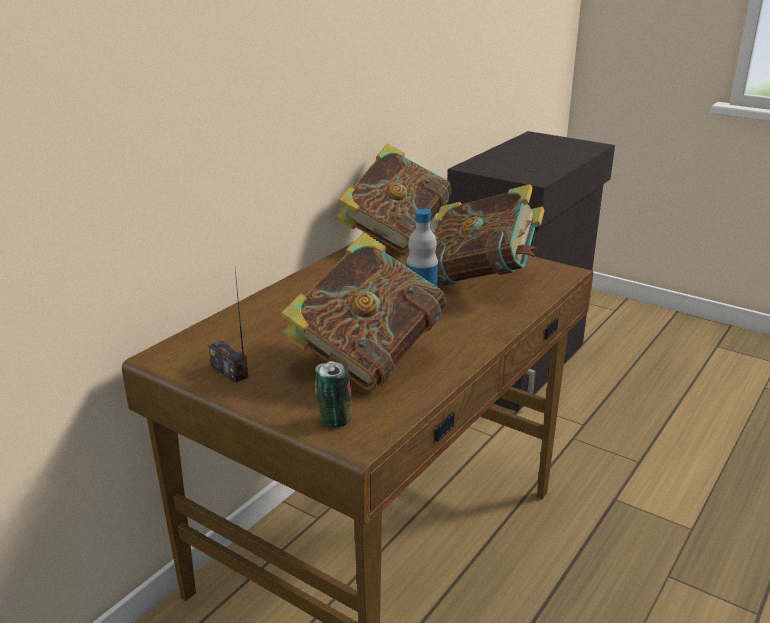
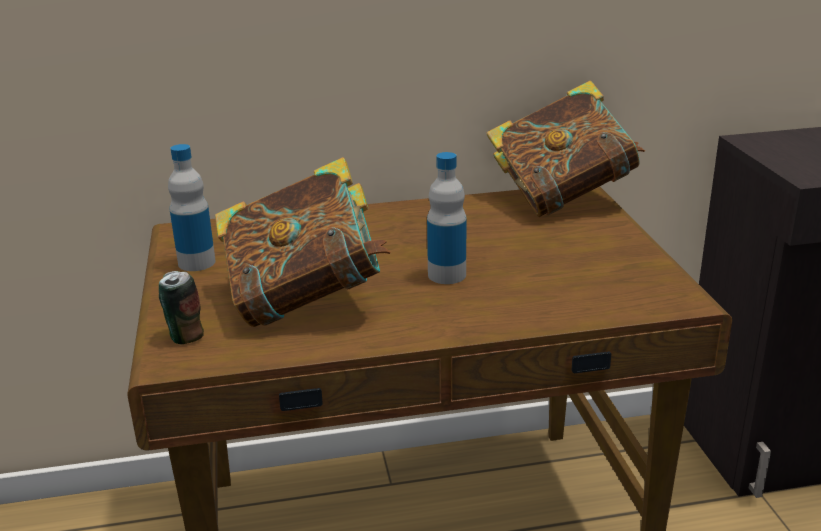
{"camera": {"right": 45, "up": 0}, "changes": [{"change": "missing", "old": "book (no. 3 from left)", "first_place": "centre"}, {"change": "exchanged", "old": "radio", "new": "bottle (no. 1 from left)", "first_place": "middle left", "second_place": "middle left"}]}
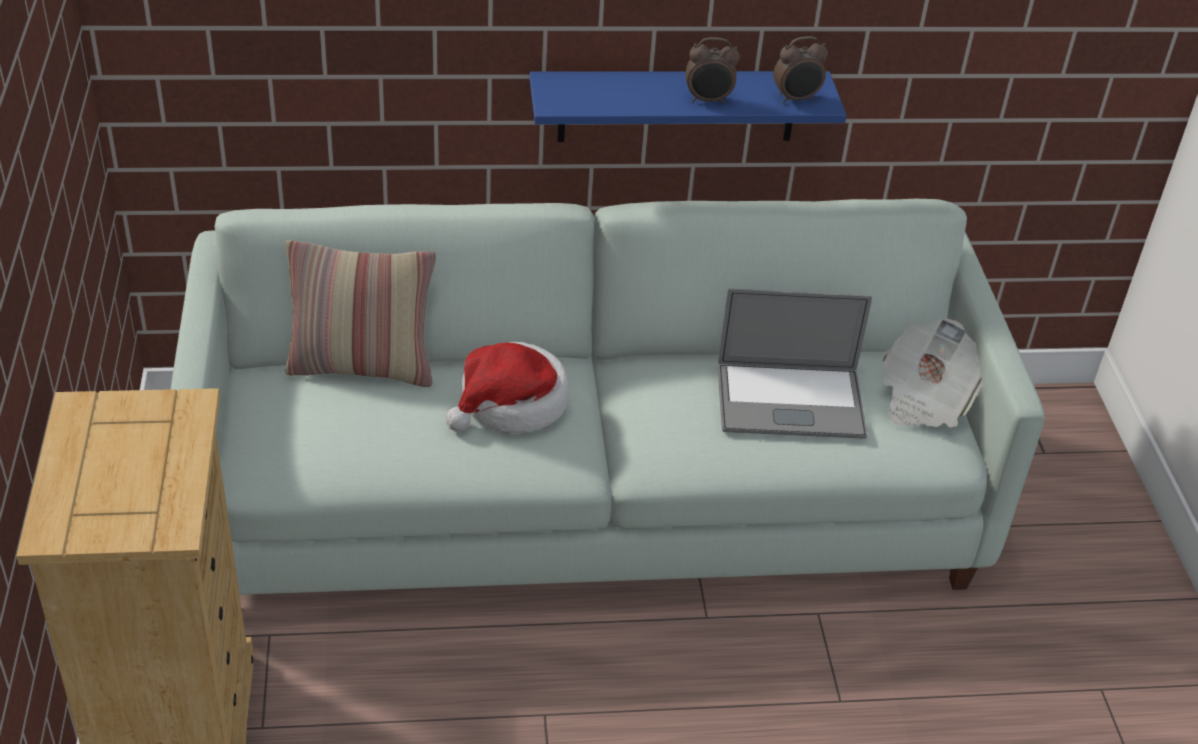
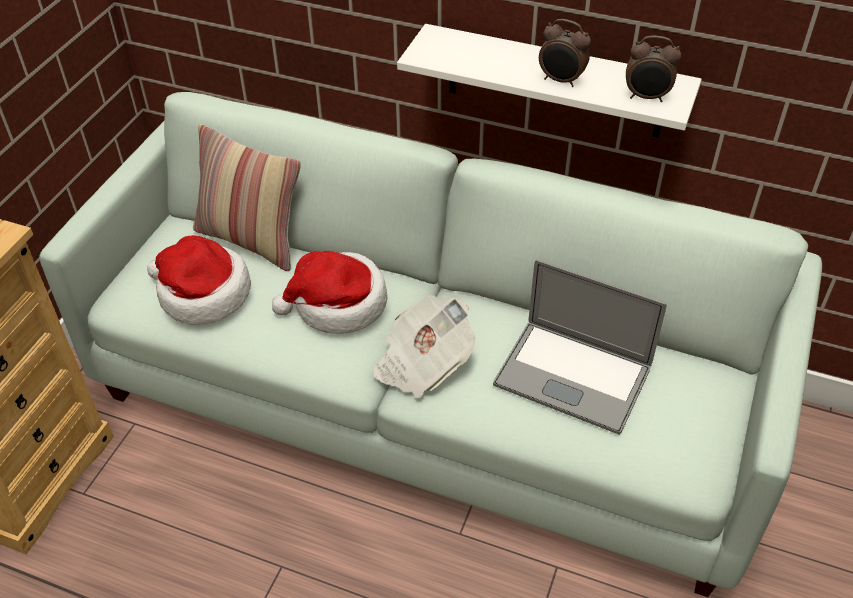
{"camera": {"right": 30, "up": 5}, "changes": [{"change": "colour", "old": "blue shelf", "new": "white shelf", "first_place": "top centre", "second_place": "top centre"}, {"change": "relocated", "old": "newspaper", "first_place": "middle right", "second_place": "centre"}, {"change": "appeared", "new": "hat (no. 1 from left)", "second_place": "middle left"}]}
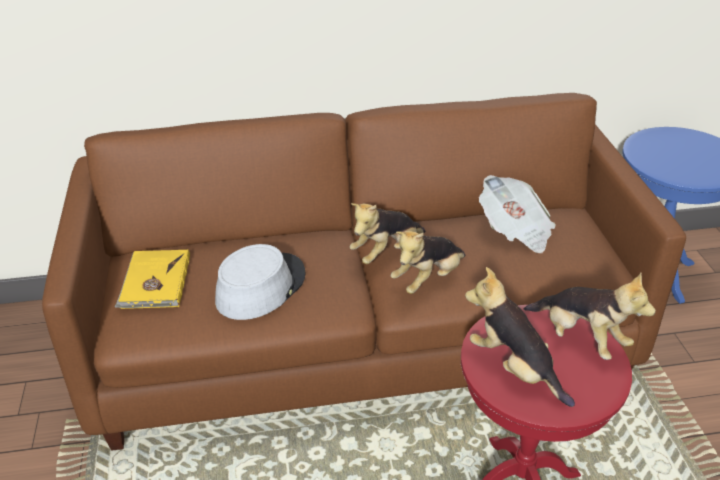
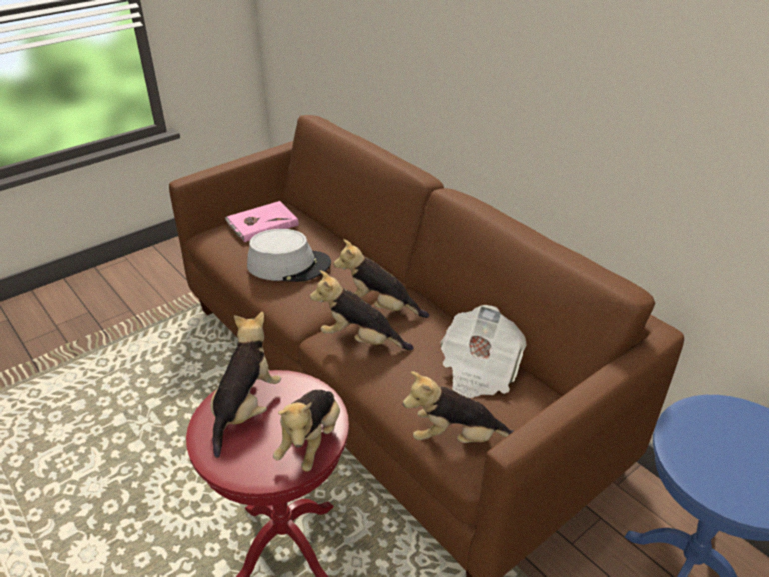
{"camera": {"right": 60, "up": 0}, "changes": [{"change": "colour", "old": "yellow book", "new": "pink book", "first_place": "middle left", "second_place": "centre"}, {"change": "appeared", "new": "plush toy (no. 5 from left)", "second_place": "bottom centre"}]}
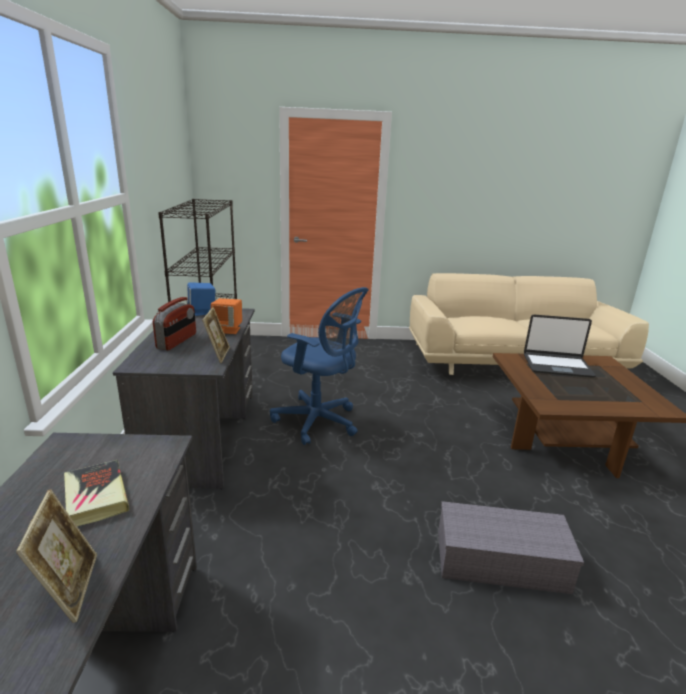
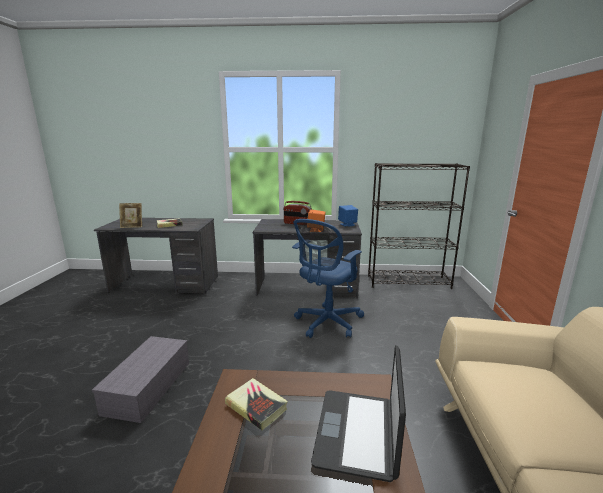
{"camera": {"right": 95, "up": -5}, "changes": [{"change": "missing", "old": "picture frame (no. 2 from left)", "first_place": "middle left"}, {"change": "appeared", "new": "book (no. 2 from left)", "second_place": "bottom centre"}]}
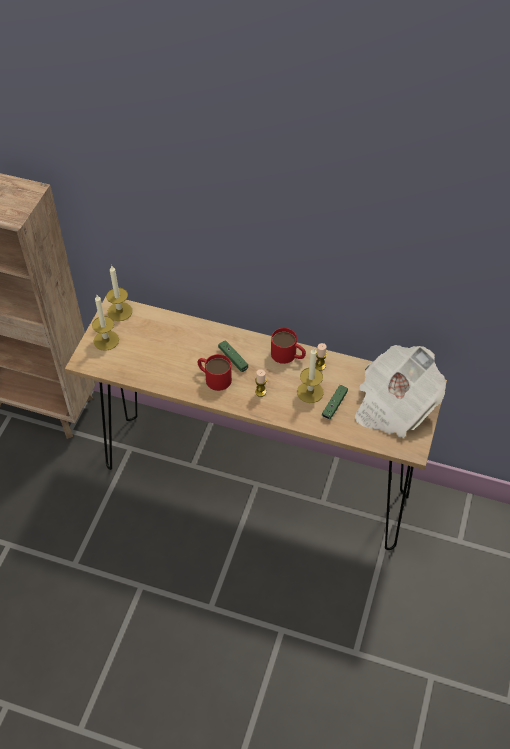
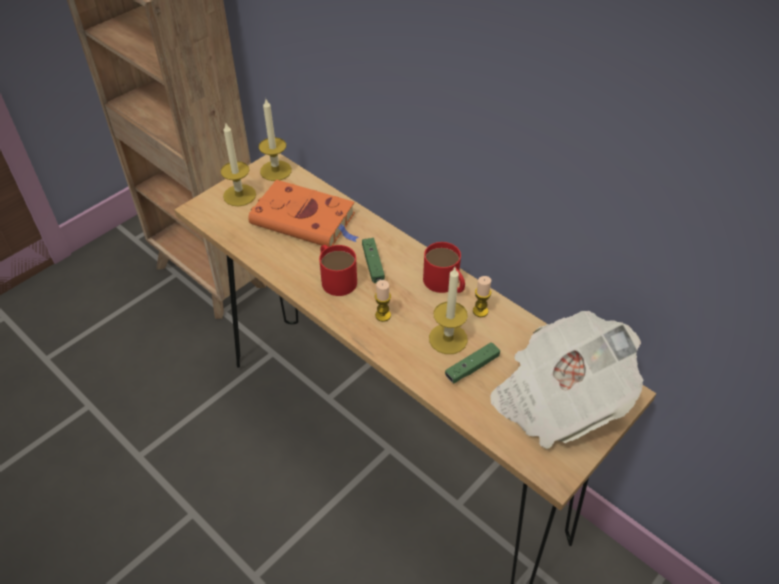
{"camera": {"right": 25, "up": -5}, "changes": [{"change": "appeared", "new": "orange book", "second_place": "centre"}]}
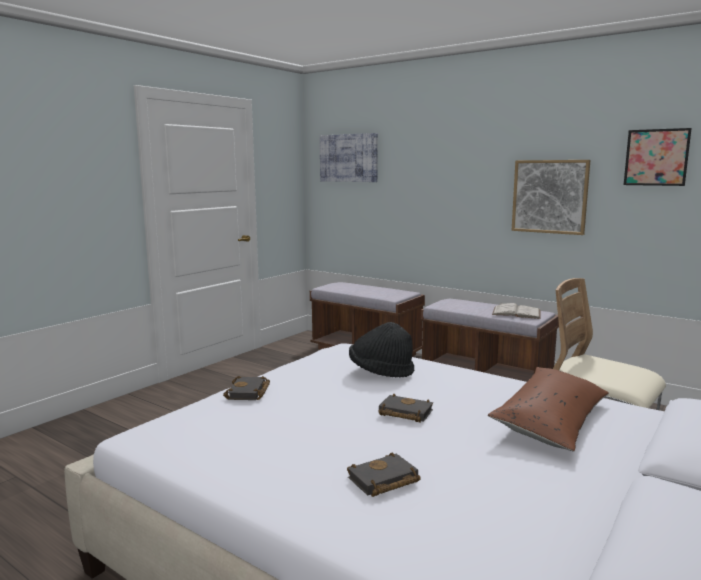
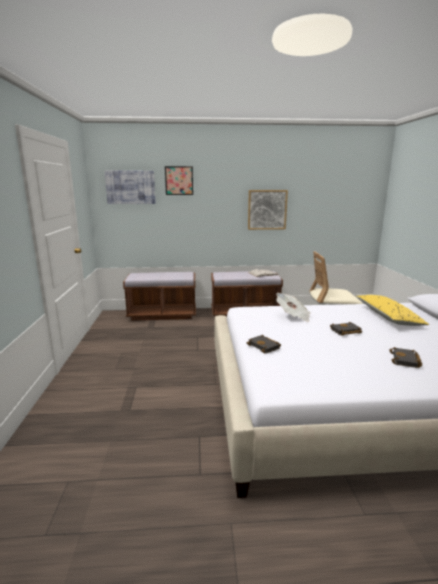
{"camera": {"right": -40, "up": 5}, "changes": [{"change": "relocated", "old": "picture (no. 3 from left in the first image)", "new": "picture (no. 2 from left)", "first_place": "top right", "second_place": "top centre"}, {"change": "exchanged", "old": "black hat", "new": "newspaper", "first_place": "centre", "second_place": "middle right"}, {"change": "colour", "old": "brown pillow", "new": "yellow pillow", "first_place": "bottom right", "second_place": "middle right"}]}
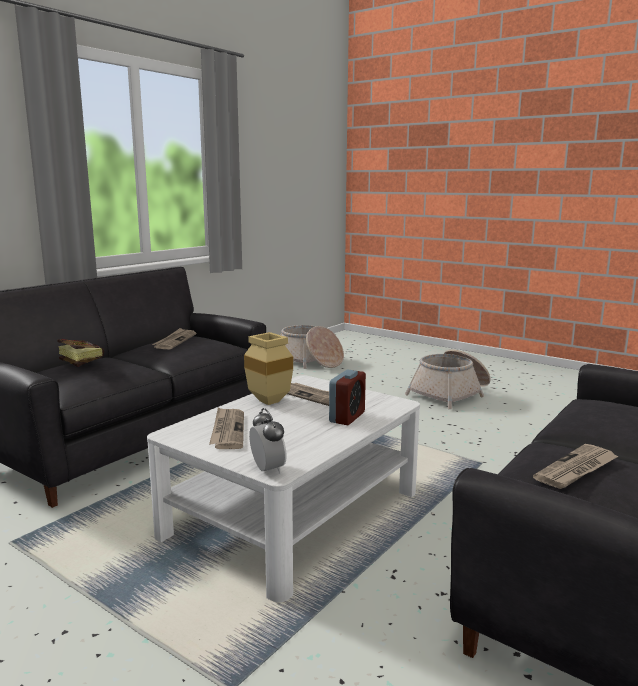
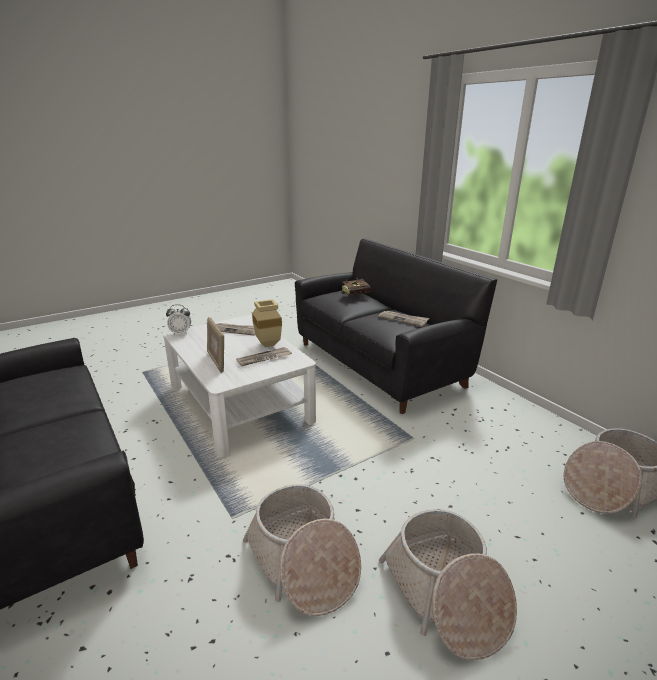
{"camera": {"right": 110, "up": 10}, "changes": [{"change": "exchanged", "old": "alarm clock (no. 2 from left)", "new": "picture frame", "first_place": "centre", "second_place": "middle left"}, {"change": "missing", "old": "newspaper (no. 4 from left)", "first_place": "bottom right"}, {"change": "appeared", "new": "basket (no. 1 from left)", "second_place": "bottom centre"}]}
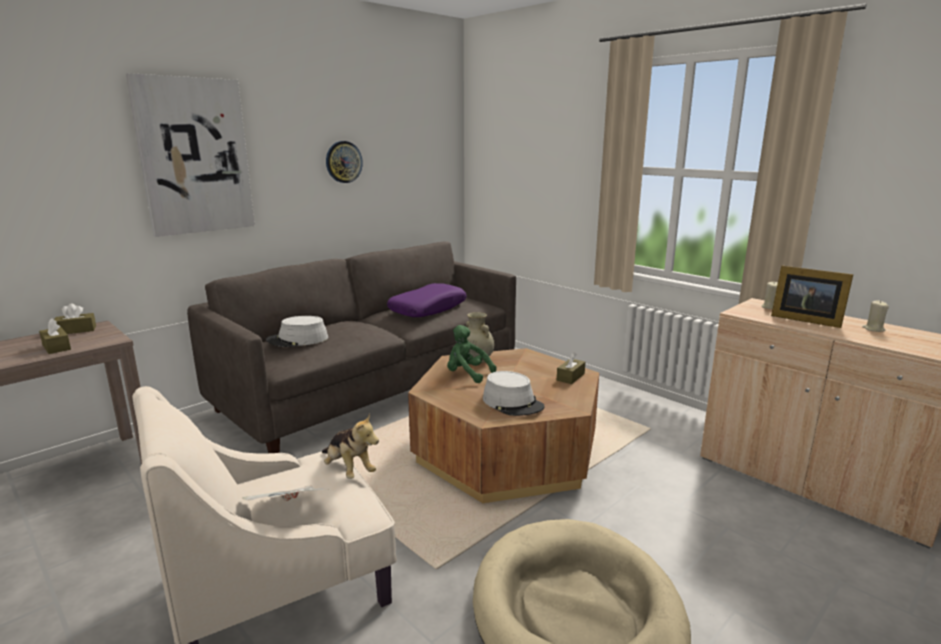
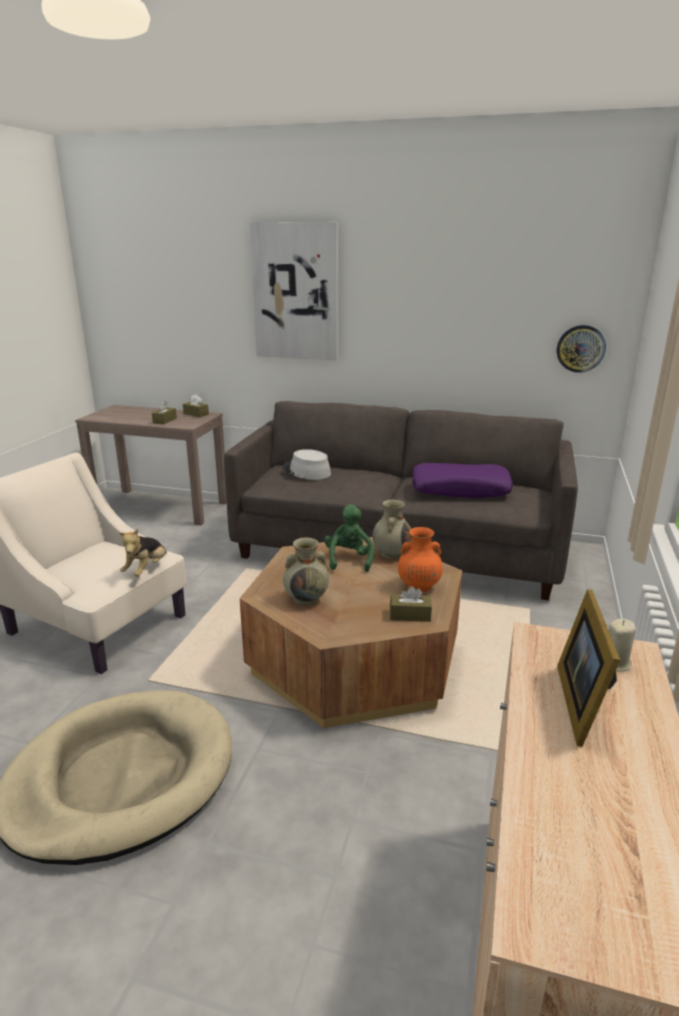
{"camera": {"right": 60, "up": 5}, "changes": [{"change": "relocated", "old": "wall clock", "first_place": "top centre", "second_place": "middle right"}, {"change": "missing", "old": "beige candle (no. 2 from left)", "first_place": "middle right"}, {"change": "exchanged", "old": "grey hat (no. 2 from left)", "new": "beige vase (no. 1 from left)", "first_place": "centre", "second_place": "centre"}, {"change": "missing", "old": "newspaper", "first_place": "bottom left"}, {"change": "appeared", "new": "orange vase", "second_place": "centre"}]}
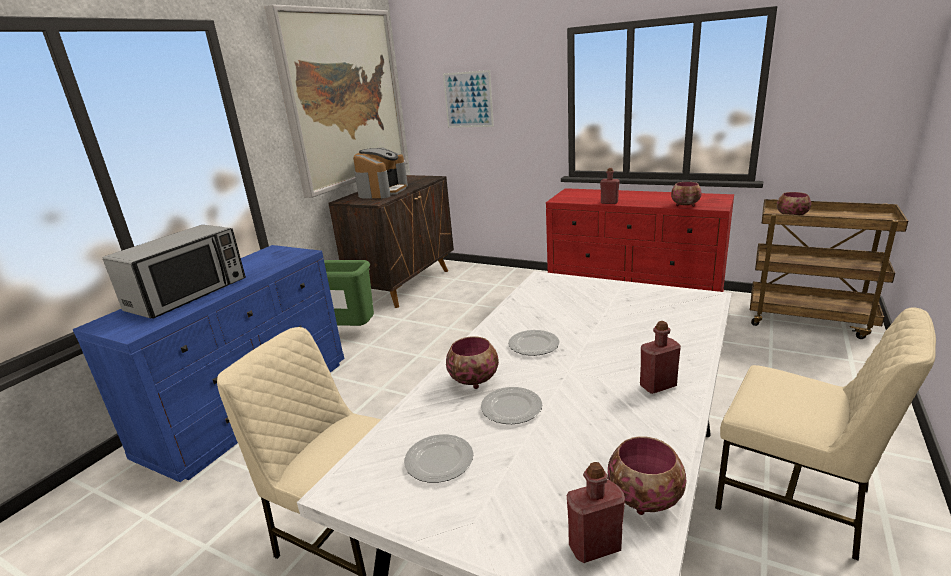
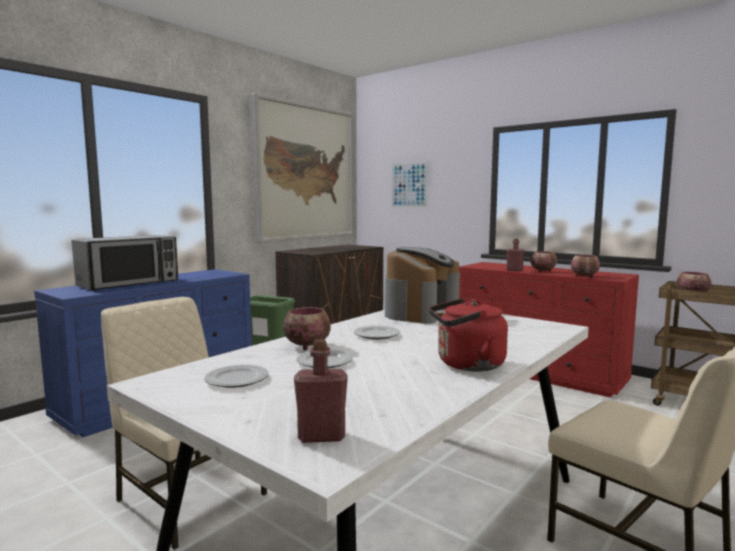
{"camera": {"right": 10, "up": -15}, "changes": [{"change": "relocated", "old": "coffee machine", "first_place": "top centre", "second_place": "centre"}, {"change": "exchanged", "old": "red bottle (no. 3 from left)", "new": "red kettle", "first_place": "middle right", "second_place": "centre"}, {"change": "relocated", "old": "bowl (no. 2 from left)", "first_place": "bottom right", "second_place": "middle right"}]}
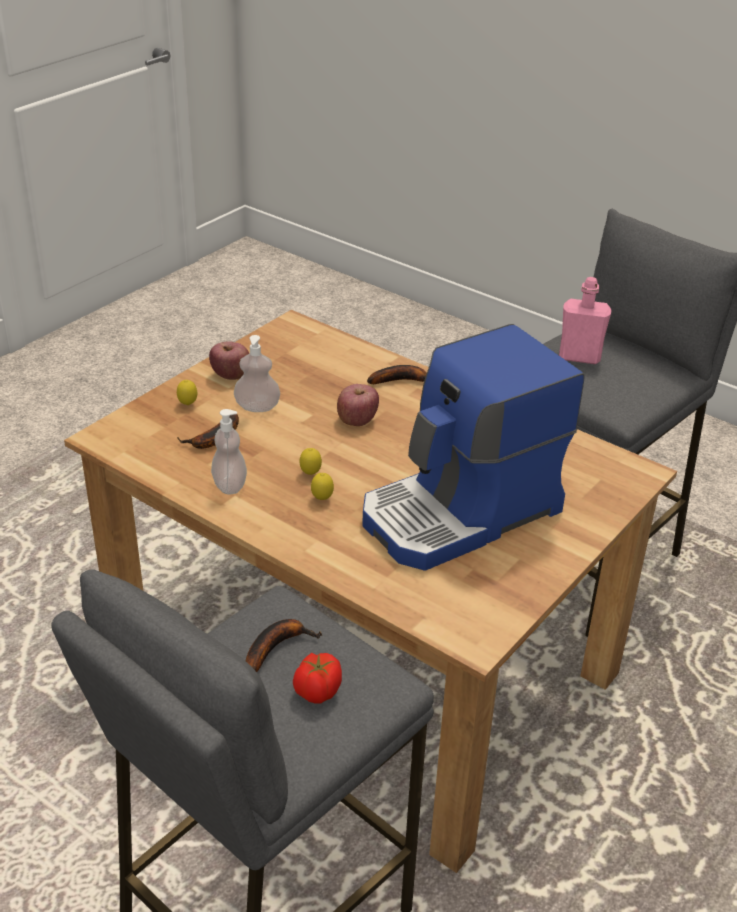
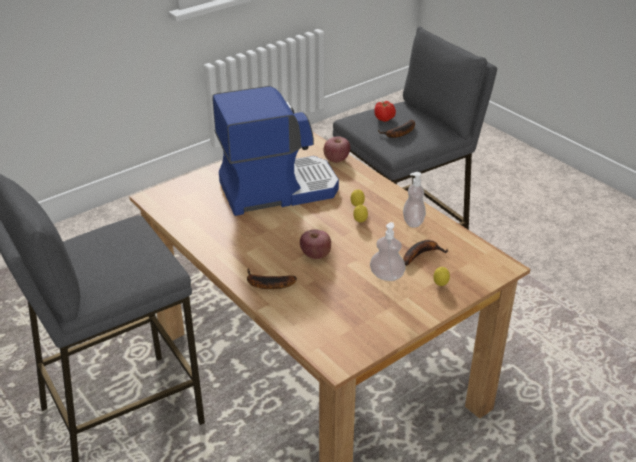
{"camera": {"right": -165, "up": 0}, "changes": [{"change": "missing", "old": "pink bottle", "first_place": "middle right"}, {"change": "relocated", "old": "apple (no. 1 from left in the first image)", "new": "apple (no. 2 from left)", "first_place": "middle left", "second_place": "top centre"}]}
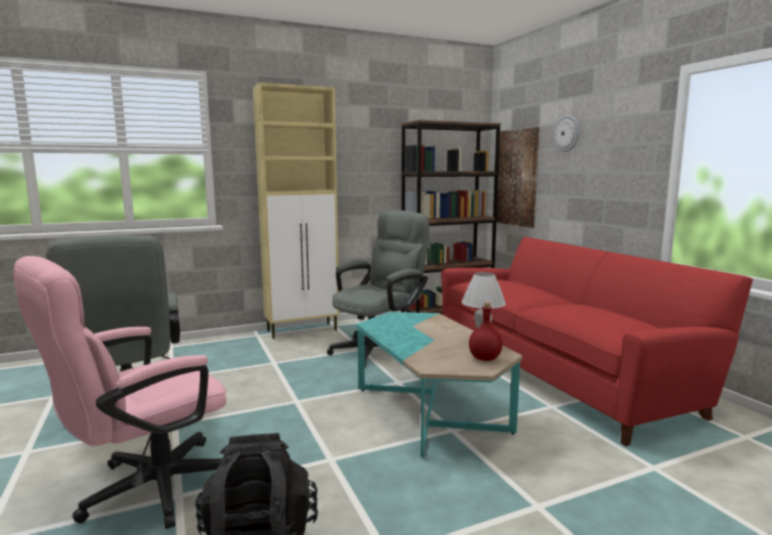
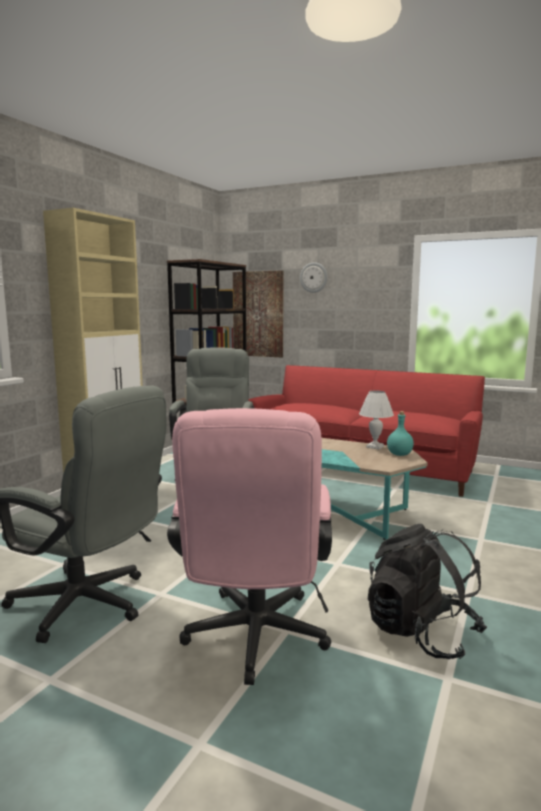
{"camera": {"right": -40, "up": 0}, "changes": [{"change": "colour", "old": "red bottle", "new": "turquoise bottle", "first_place": "centre", "second_place": "middle right"}]}
